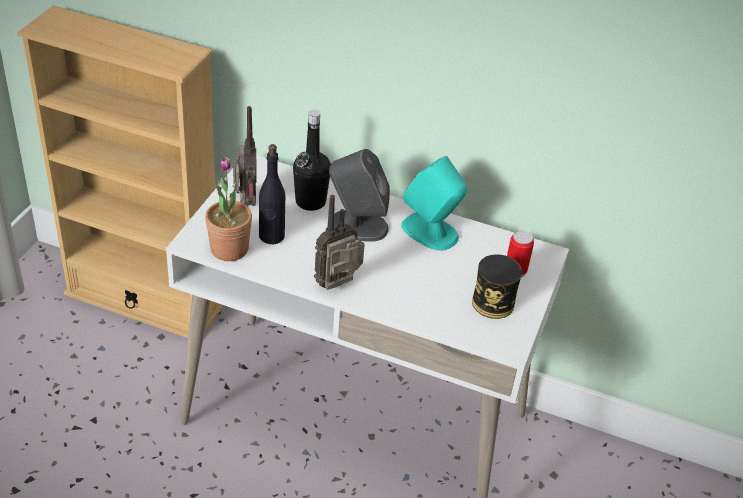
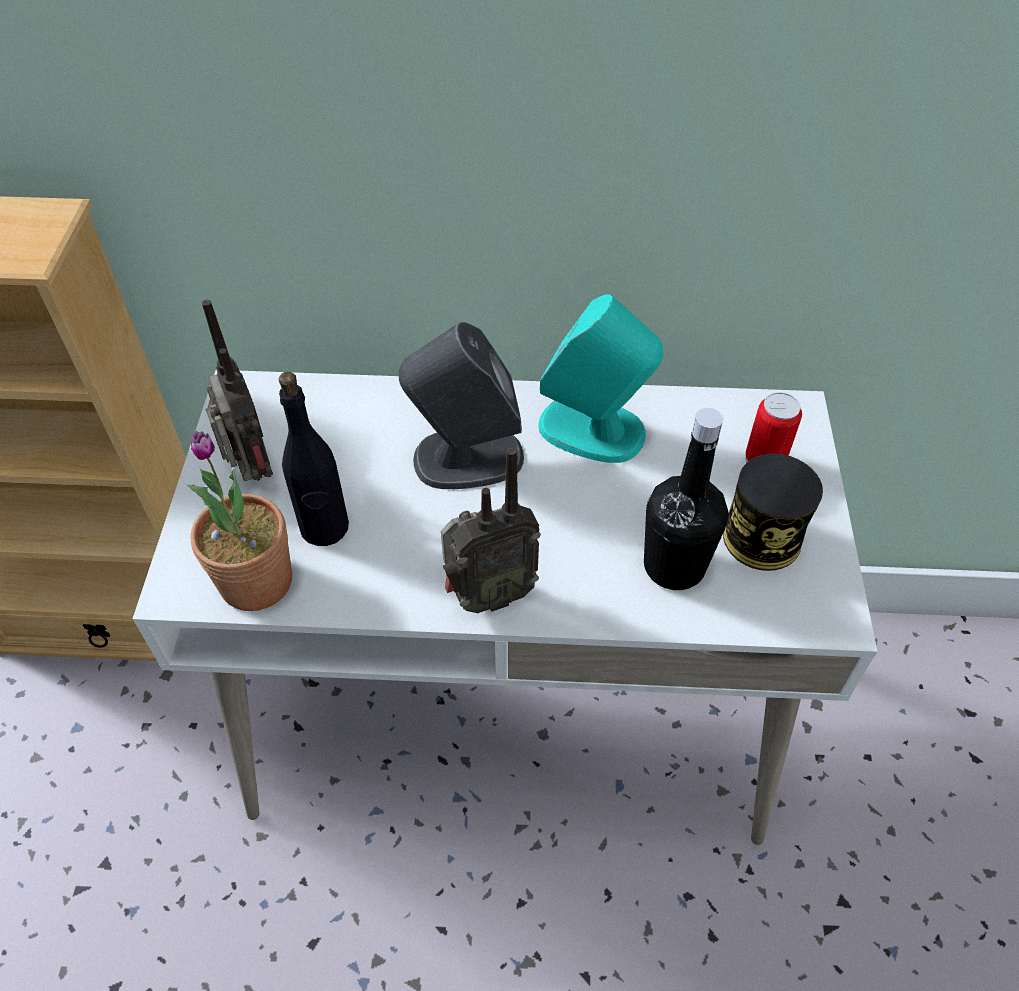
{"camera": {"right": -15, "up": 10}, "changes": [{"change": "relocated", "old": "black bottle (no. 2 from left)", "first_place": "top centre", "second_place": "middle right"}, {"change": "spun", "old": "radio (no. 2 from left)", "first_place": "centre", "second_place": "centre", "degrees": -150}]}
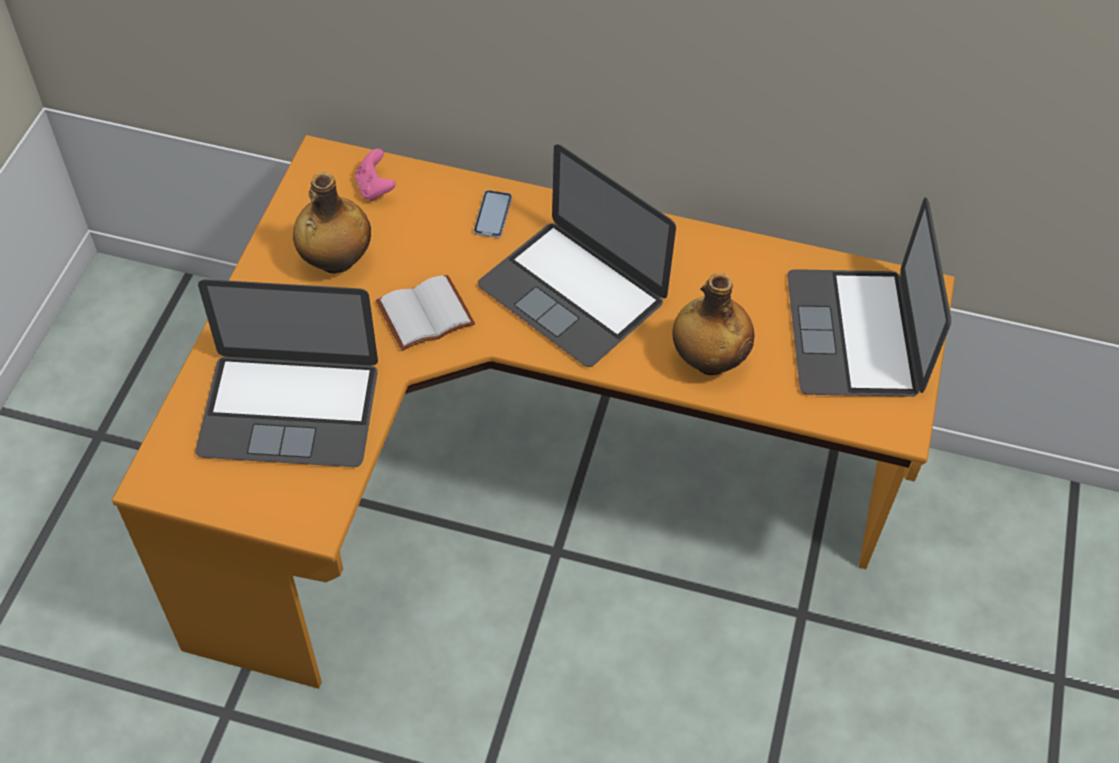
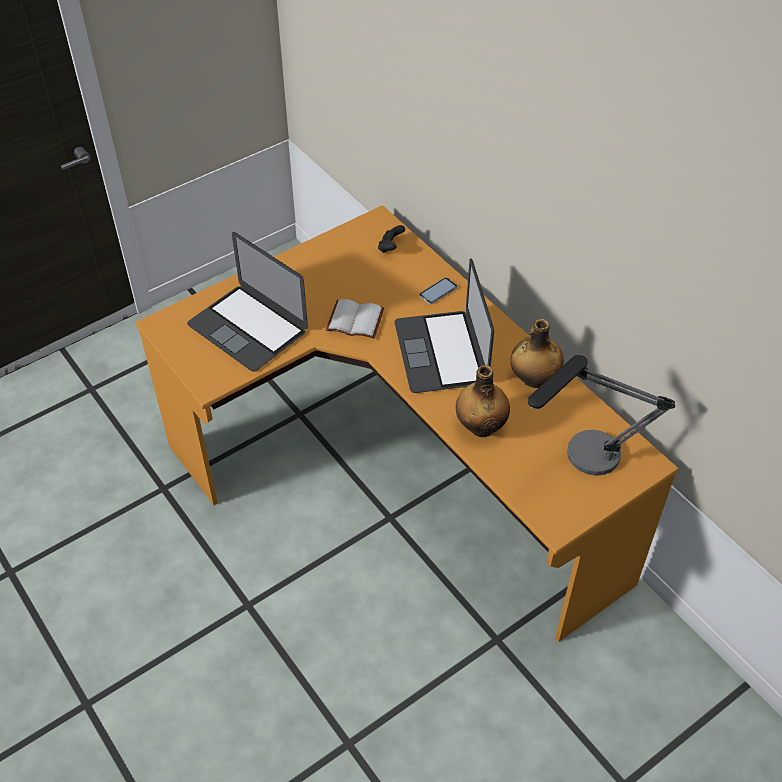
{"camera": {"right": 40, "up": -5}, "changes": [{"change": "colour", "old": "pink game controller", "new": "black game controller", "first_place": "top centre", "second_place": "top centre"}, {"change": "relocated", "old": "bottle (no. 1 from left in the first image)", "new": "bottle (no. 2 from left)", "first_place": "top left", "second_place": "middle right"}, {"change": "exchanged", "old": "laptop (no. 3 from left)", "new": "table lamp", "first_place": "middle right", "second_place": "middle right"}]}
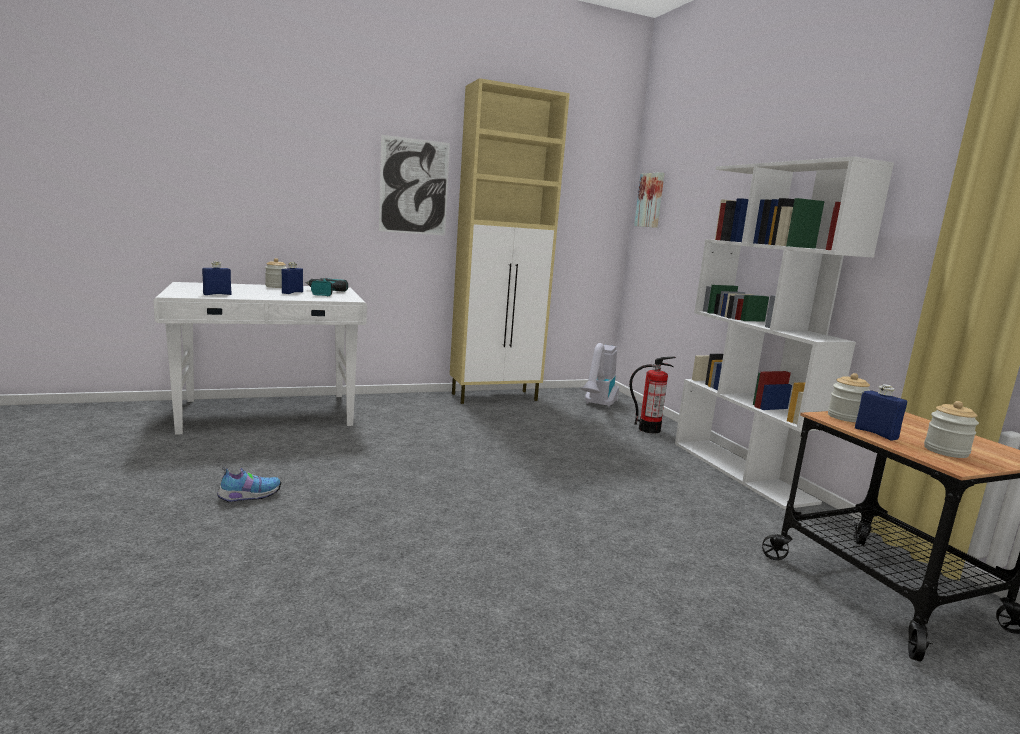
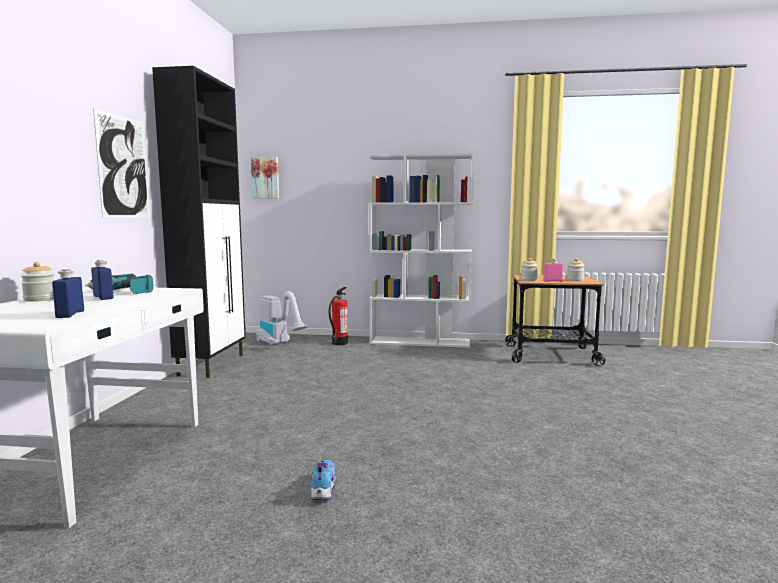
{"camera": {"right": -60, "up": -5}, "changes": [{"change": "colour", "old": "beige cabinet", "new": "black cabinet", "first_place": "top centre", "second_place": "middle left"}, {"change": "colour", "old": "blue bottle (no. 3 from left)", "new": "pink bottle", "first_place": "middle right", "second_place": "middle right"}]}
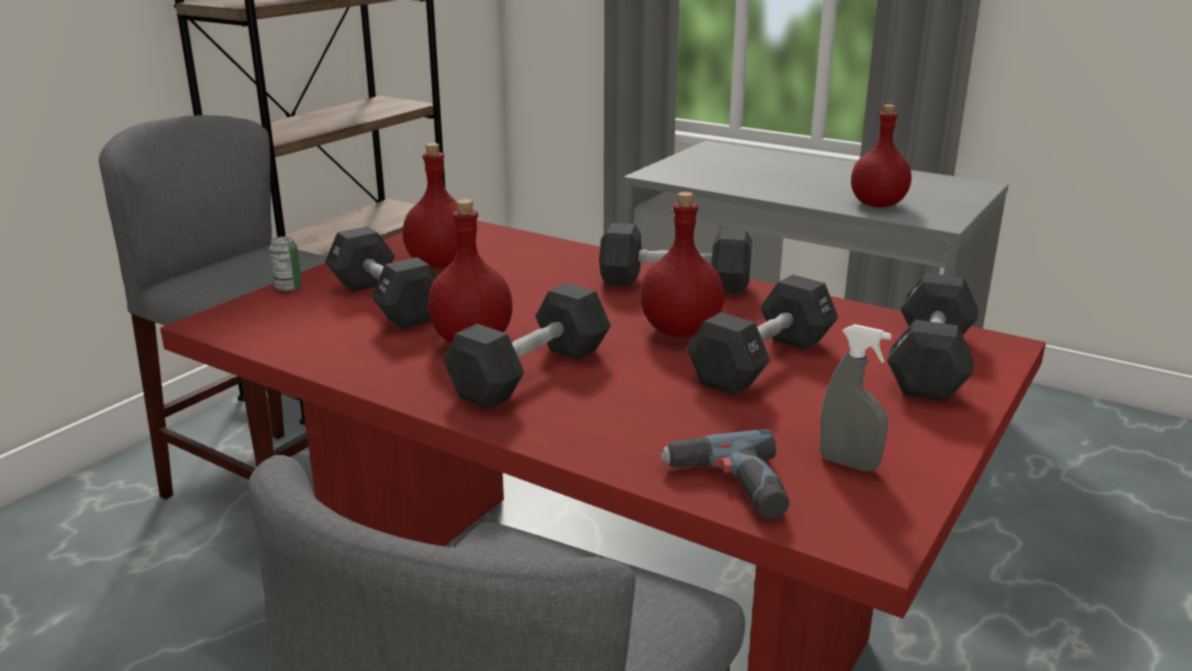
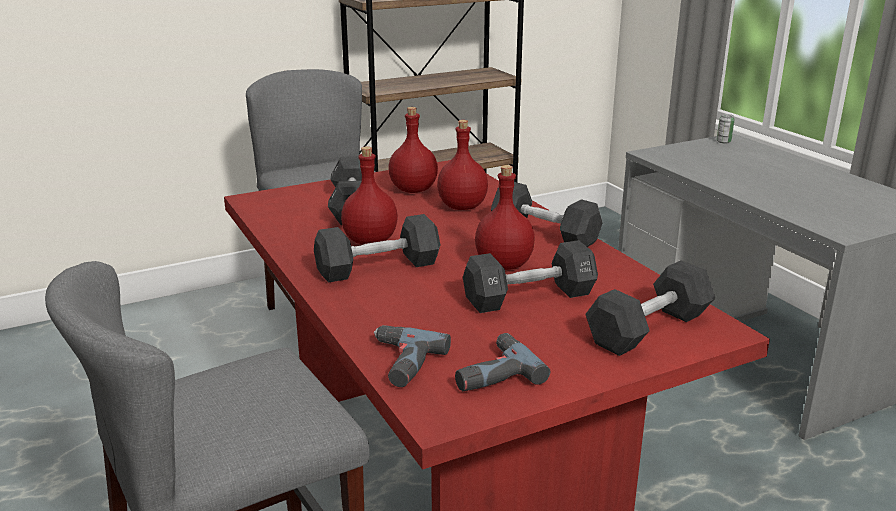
{"camera": {"right": 30, "up": 0}, "changes": [{"change": "relocated", "old": "red bottle (no. 4 from left in the first image)", "new": "red bottle (no. 3 from left)", "first_place": "top right", "second_place": "top centre"}, {"change": "relocated", "old": "can", "first_place": "middle left", "second_place": "top right"}, {"change": "exchanged", "old": "grey spray bottle", "new": "power drill (no. 2 from left)", "first_place": "middle right", "second_place": "bottom centre"}]}
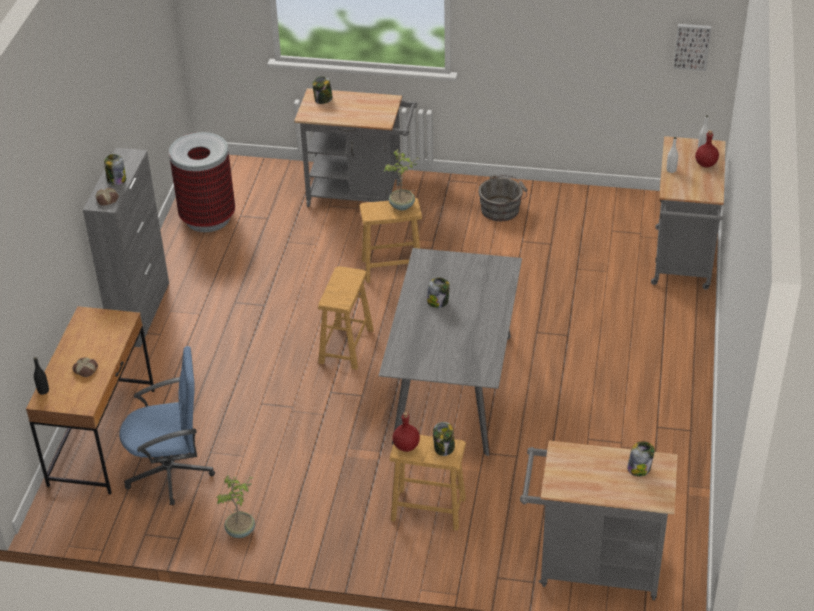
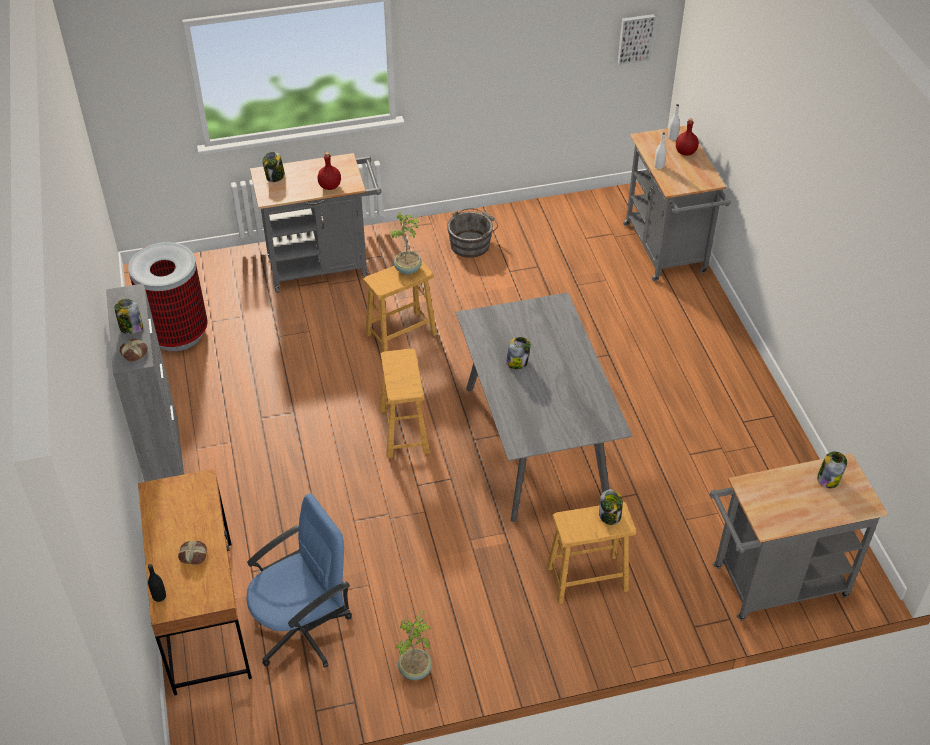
{"camera": {"right": -25, "up": 5}, "changes": [{"change": "relocated", "old": "red bottle (no. 1 from left)", "first_place": "bottom centre", "second_place": "top centre"}]}
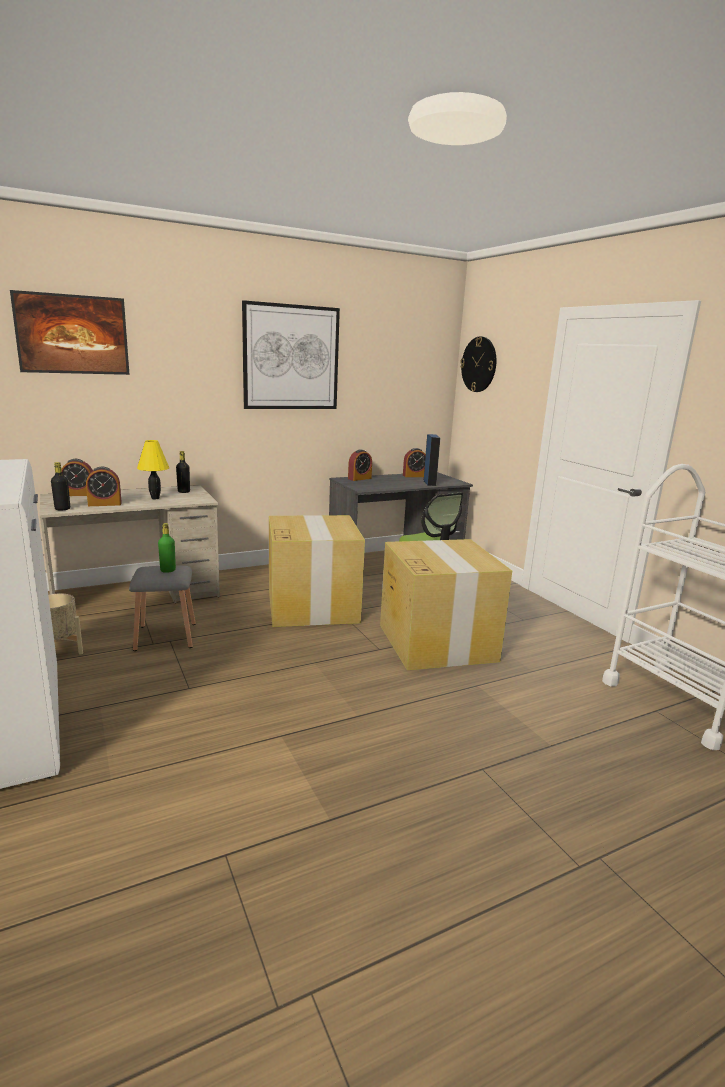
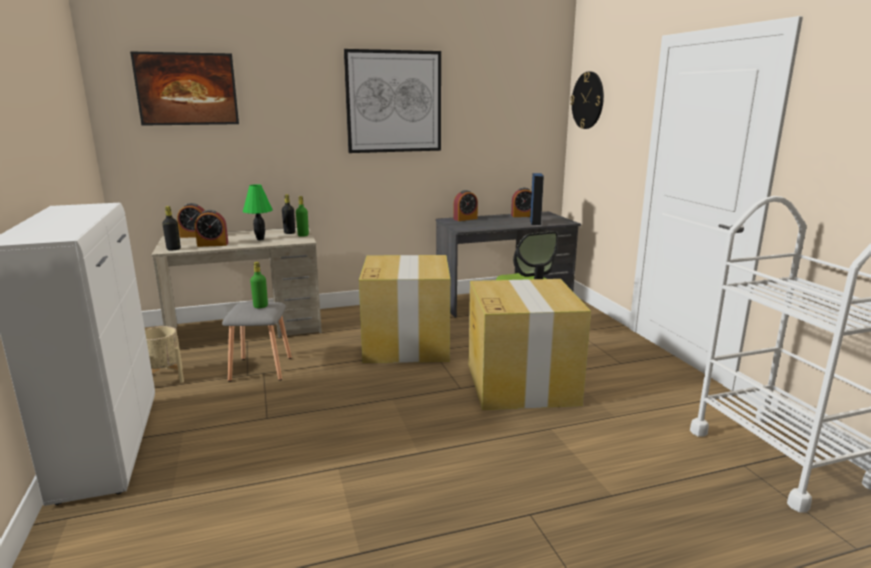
{"camera": {"right": 10, "up": 0}, "changes": [{"change": "colour", "old": "yellow table lamp", "new": "green table lamp", "first_place": "middle left", "second_place": "middle left"}, {"change": "appeared", "new": "green bottle (no. 2 from left)", "second_place": "centre"}]}
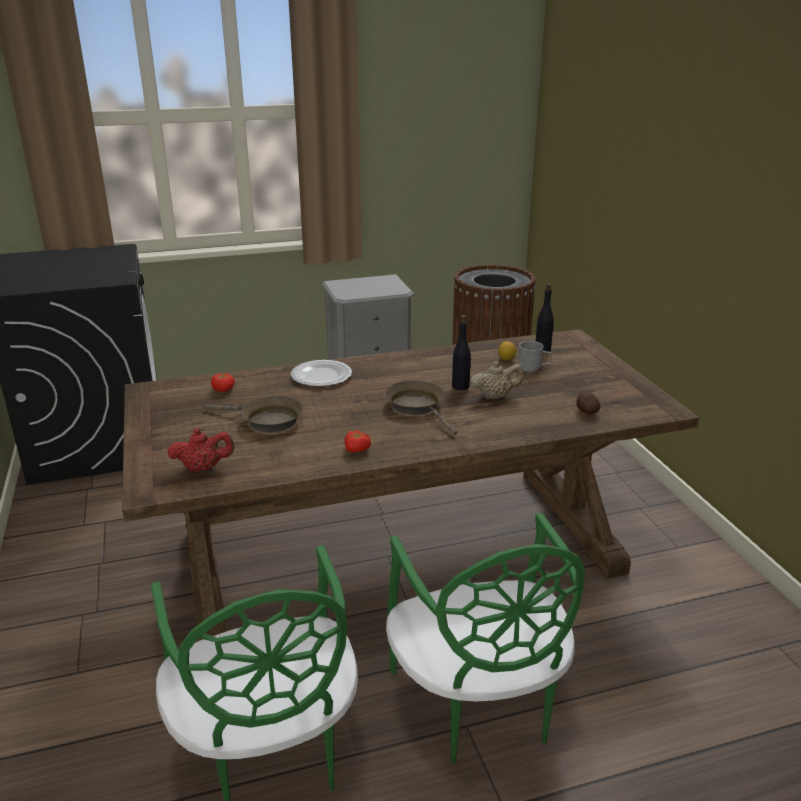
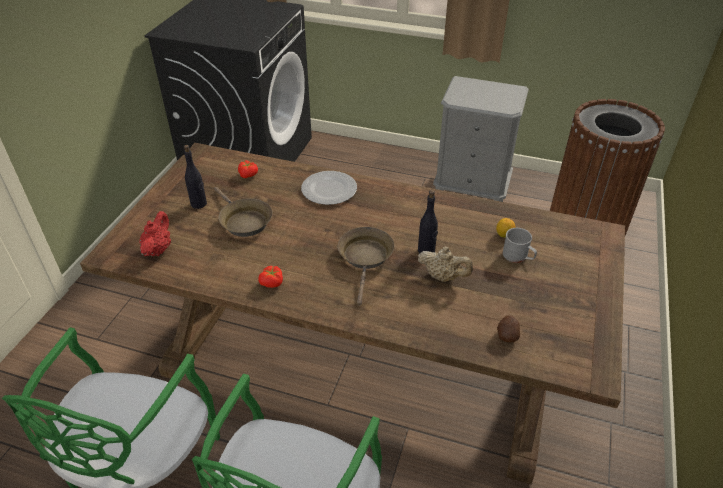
{"camera": {"right": 35, "up": 15}, "changes": [{"change": "relocated", "old": "black bottle (no. 2 from left in the first image)", "new": "black bottle (no. 1 from left)", "first_place": "middle right", "second_place": "middle left"}, {"change": "spun", "old": "red teapot", "first_place": "middle left", "second_place": "middle left", "degrees": -105}]}
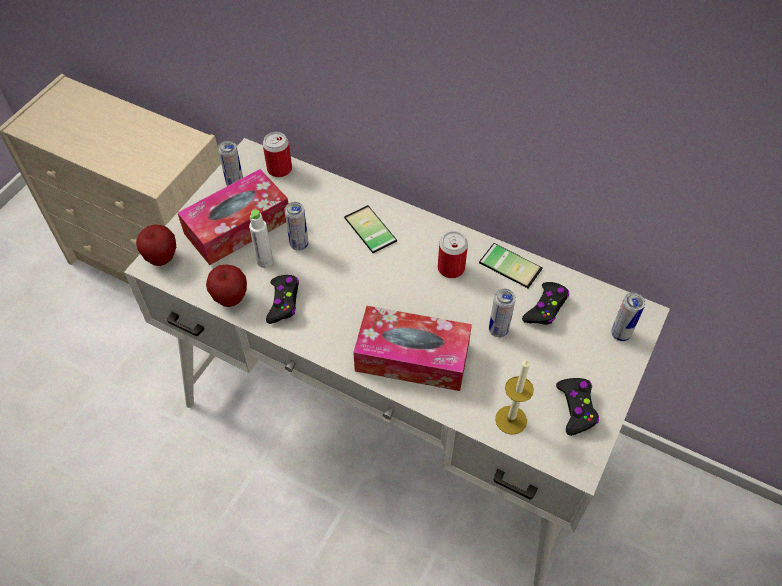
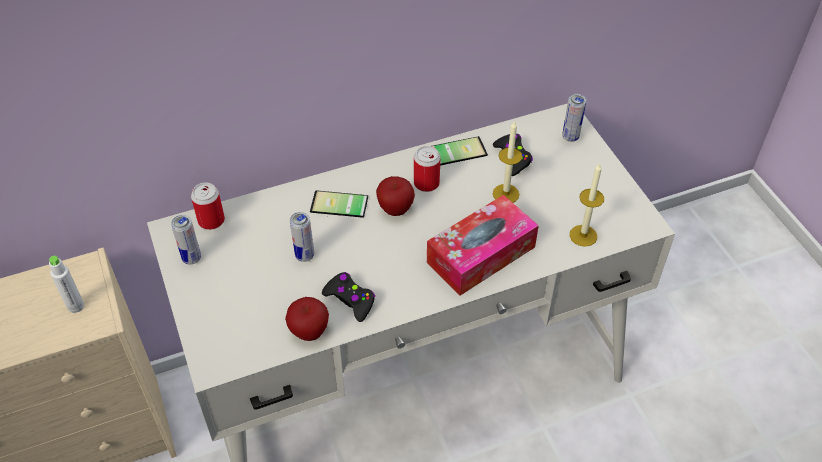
{"camera": {"right": -50, "up": -5}, "changes": [{"change": "missing", "old": "tissue box (no. 1 from left)", "first_place": "middle left"}, {"change": "relocated", "old": "white bottle", "first_place": "centre", "second_place": "middle left"}, {"change": "relocated", "old": "apple (no. 1 from left in the first image)", "new": "apple (no. 2 from left)", "first_place": "middle left", "second_place": "centre"}, {"change": "exchanged", "old": "can (no. 5 from left)", "new": "candle (no. 1 from left)", "first_place": "centre", "second_place": "centre"}, {"change": "missing", "old": "black game controller (no. 3 from left)", "first_place": "bottom right"}]}
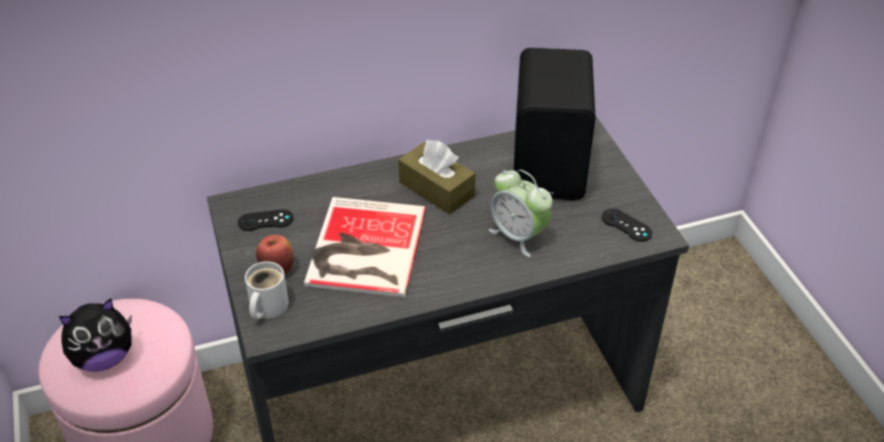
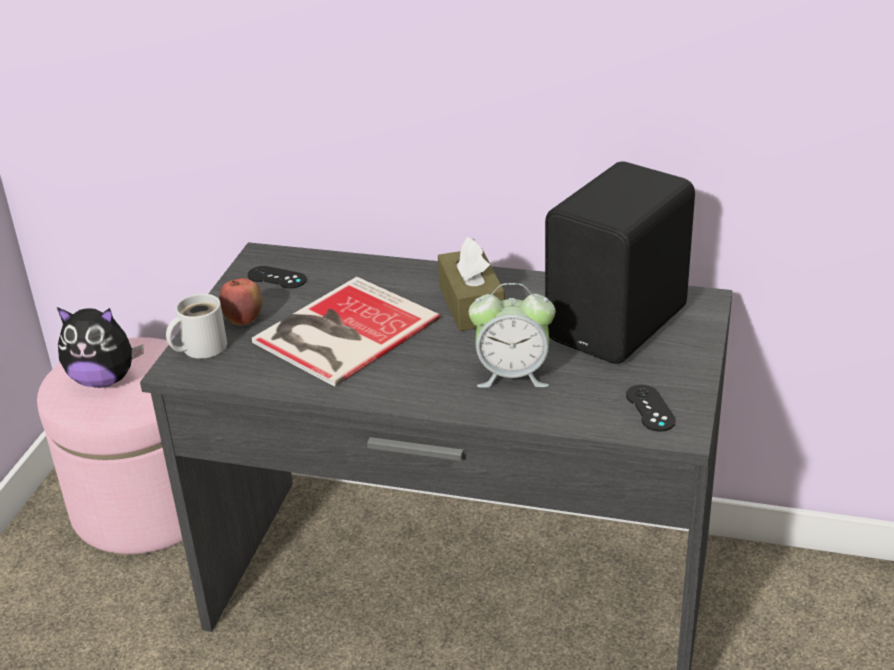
{"camera": {"right": 35, "up": -10}, "changes": [{"change": "spun", "old": "alarm clock", "first_place": "centre", "second_place": "centre", "degrees": -75}]}
